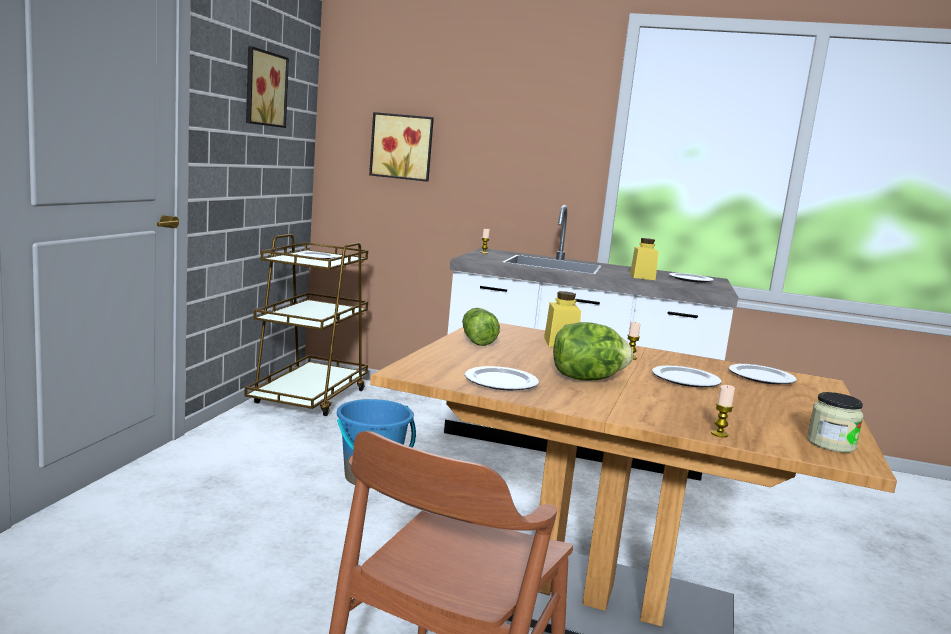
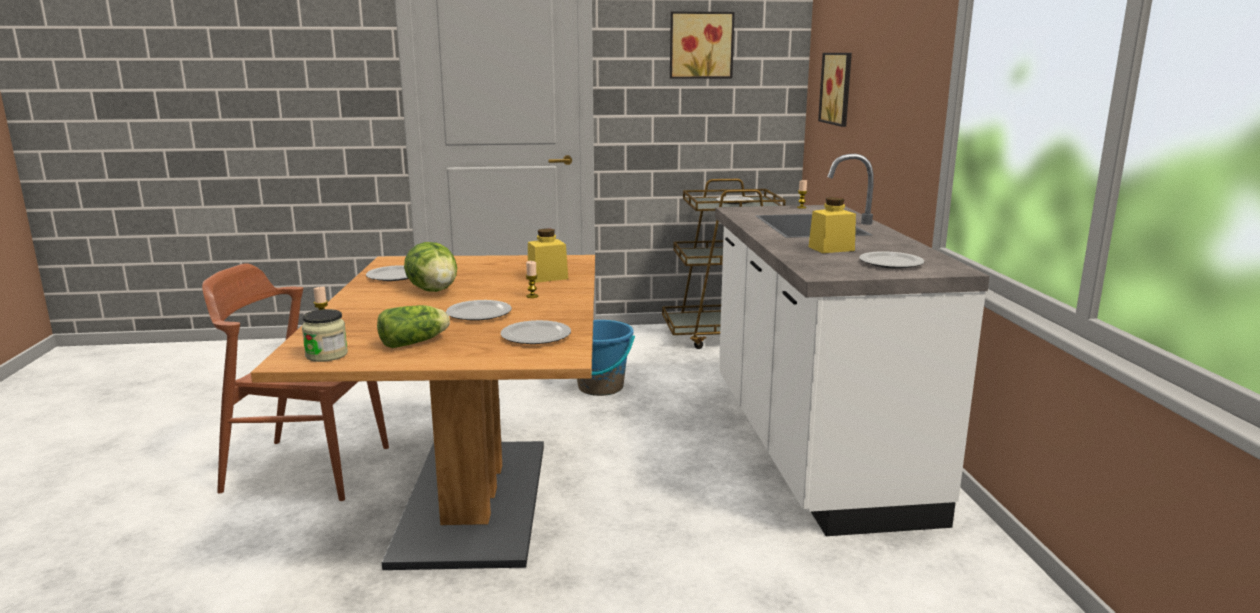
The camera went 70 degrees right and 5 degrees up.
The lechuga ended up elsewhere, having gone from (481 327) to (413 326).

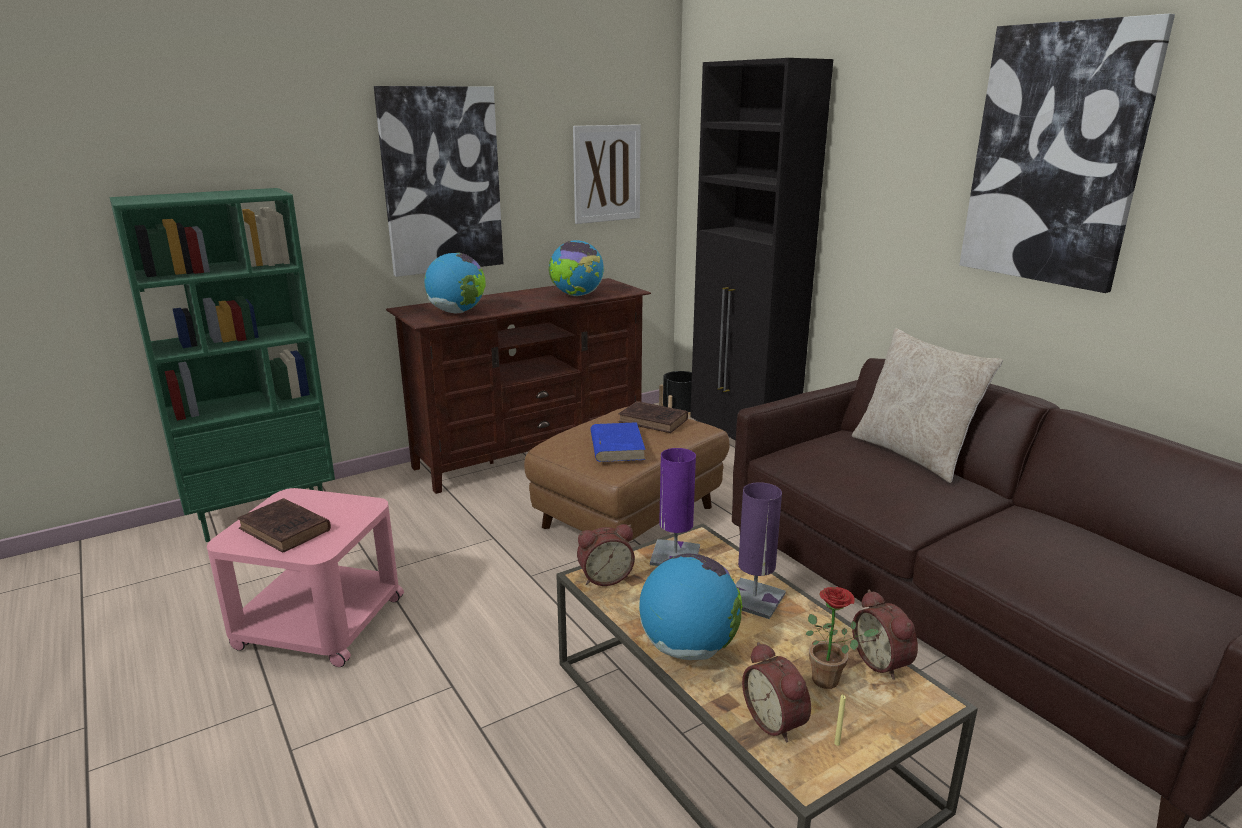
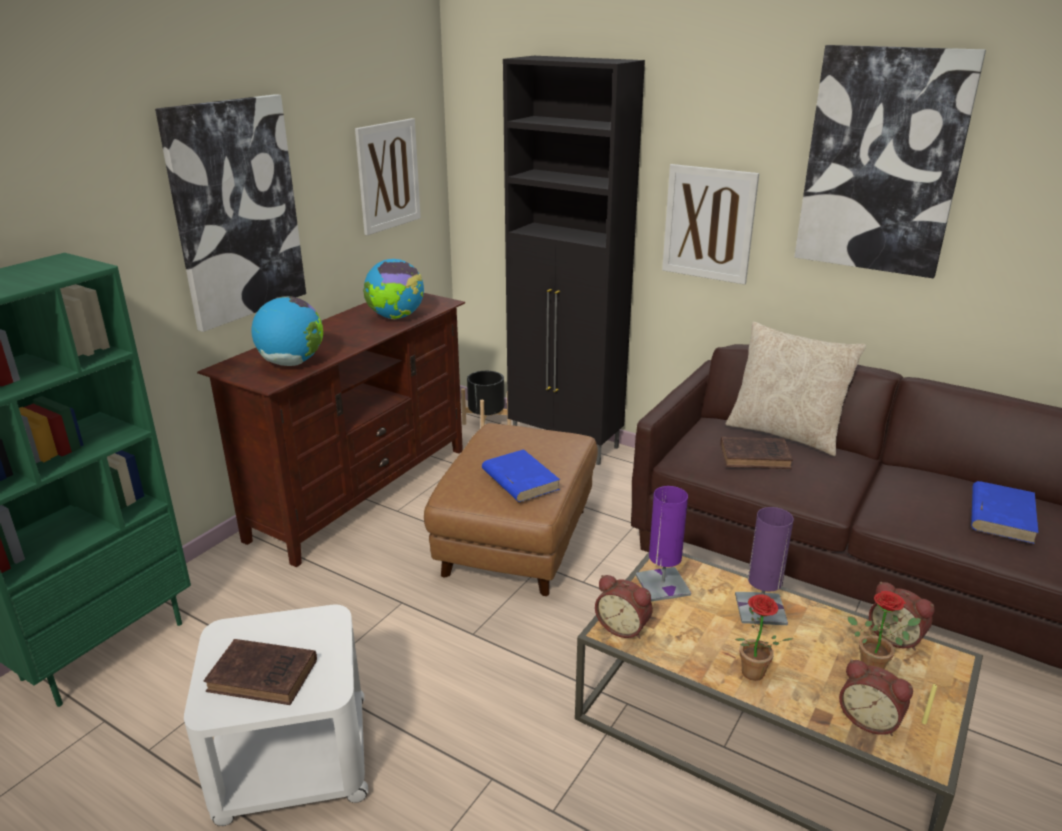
The camera went 25 degrees left and 5 degrees up.
The second view gained the cuadro at (710 224).
The second view gained the libro [azul] at (1005 512).
The libro [marrón] ended up elsewhere, having gone from (653 417) to (756 453).
Where the globo terráqueo stood at (691 607), the planta en maceta came to stand at (764 638).
What was the mesa auxiliar [rosa] at (305 577) turned into the mesa auxiliar [blanco] at (276 715).
The despertador at (606 555) ended up facing another way, 75 degrees clockwise from before.

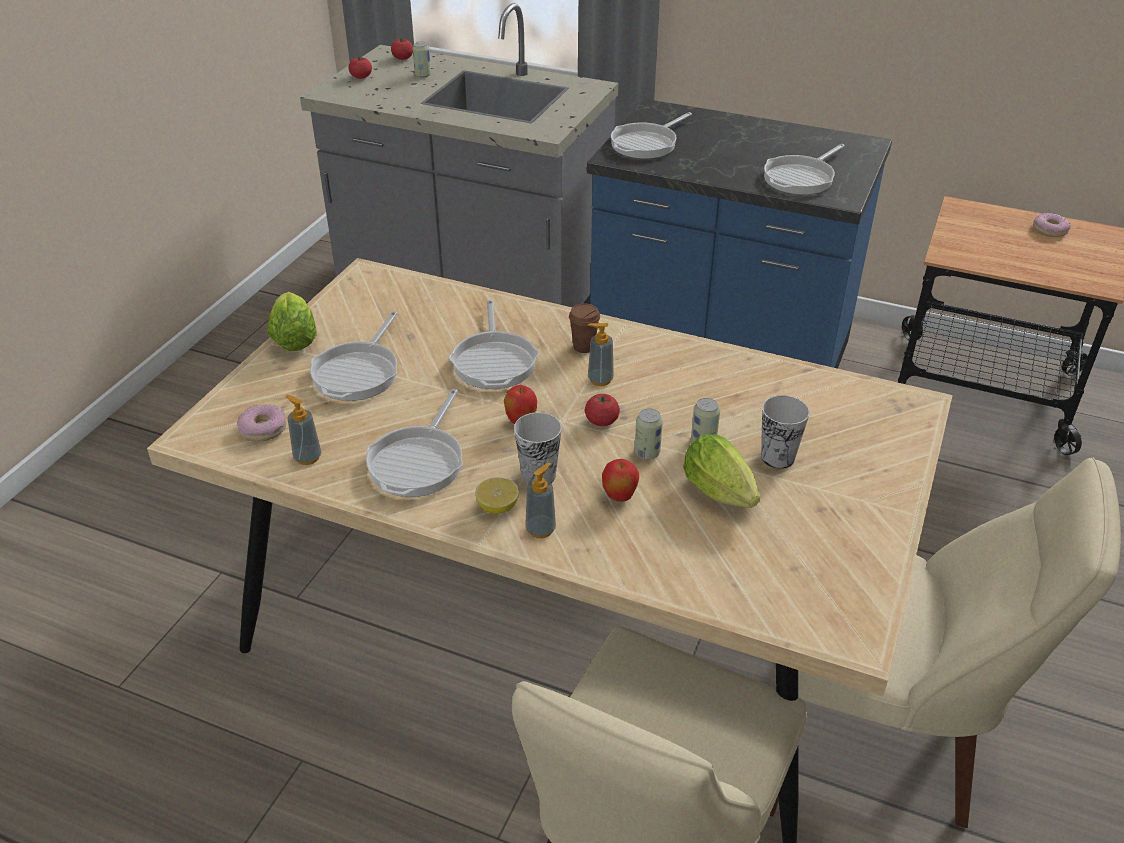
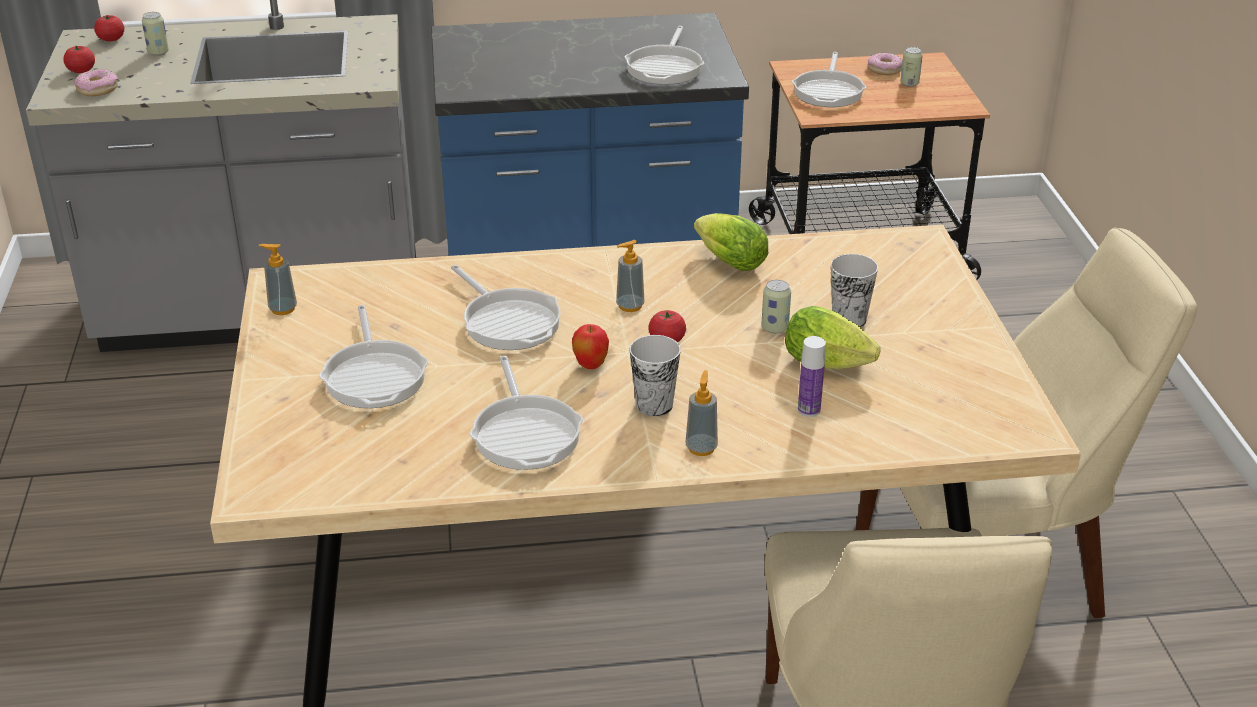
The camera went 30 degrees left and 5 degrees down.
The second view lost the limón at (497 496).
The second view lost the taza [marrón] at (584 328).
The second view lost the manzana at (620 480).
The second view gained the botella at (812 376).
The rosquilla ended up elsewhere, having gone from (261 423) to (96 82).
The lechuga ended up elsewhere, having gone from (292 321) to (731 242).
The dispensador de jabón ended up elsewhere, having gone from (303 430) to (278 279).
The sartén ended up elsewhere, having gone from (651 135) to (829 79).
The lata ended up elsewhere, having gone from (648 434) to (912 67).

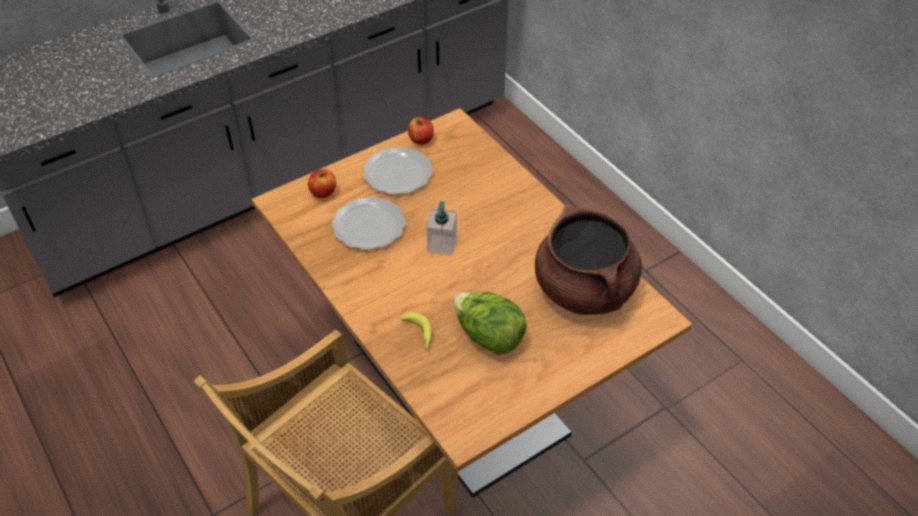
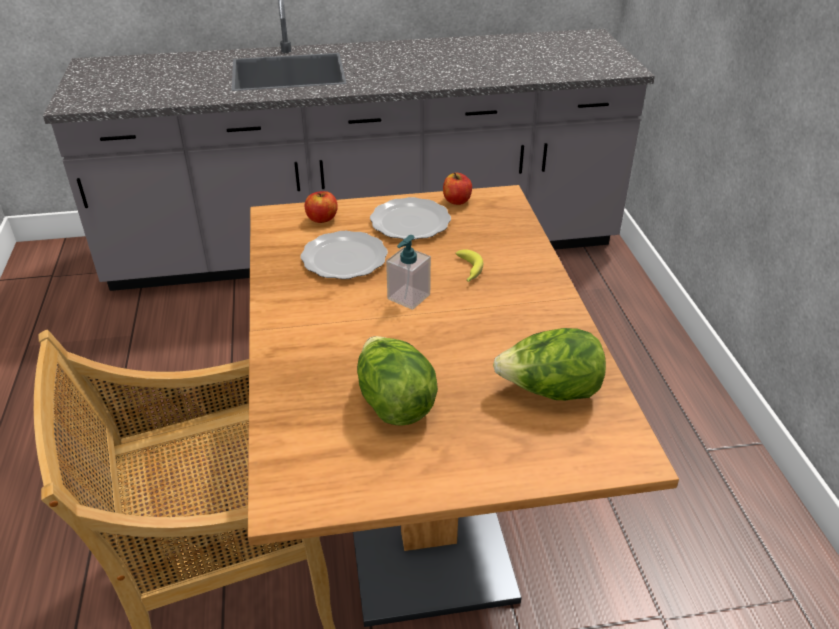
The camera went 25 degrees right and 10 degrees down.
The plátano ended up elsewhere, having gone from (416 331) to (469 265).
Where the olla [marrón] stood at (588 259), the lechuga came to stand at (549 364).

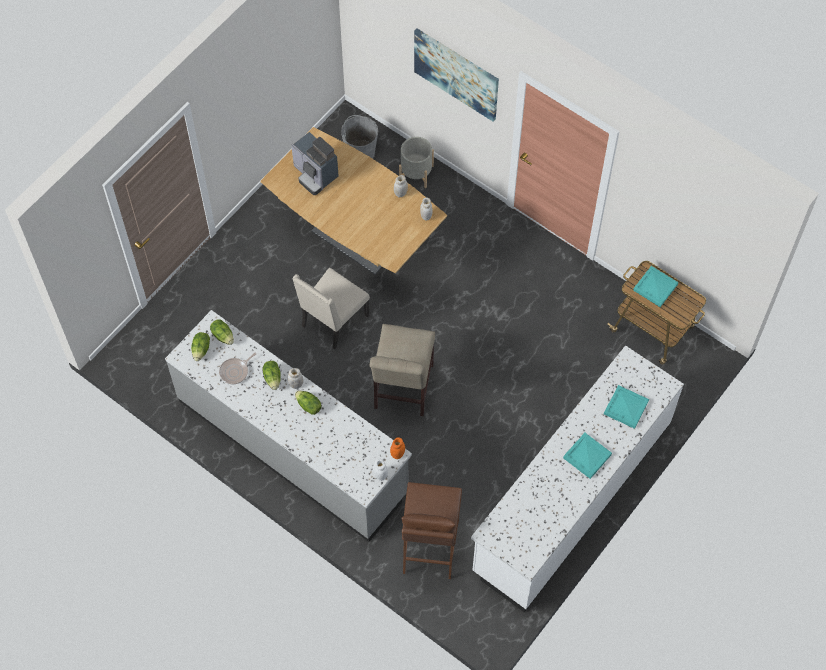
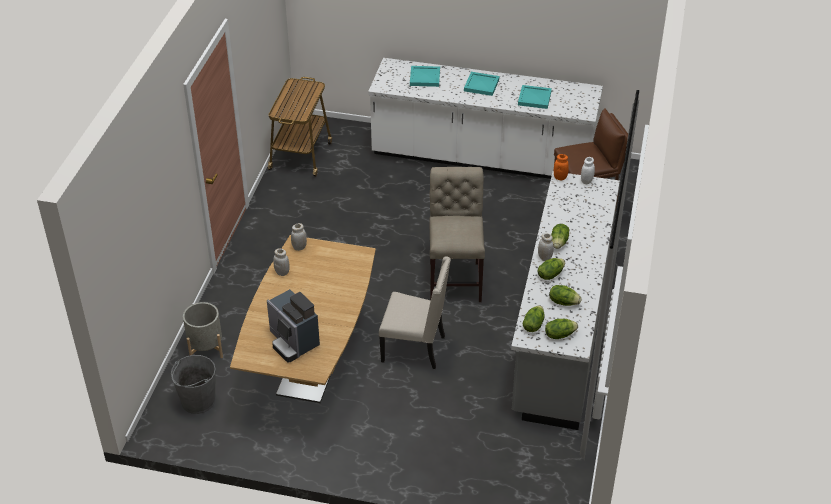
The camera went 115 degrees left and 20 degrees down.
The second view lost the cuadro at (456 75).
The bandeja [turquesa] ended up elsewhere, having gone from (656 286) to (535 97).
Where the sartén stood at (238 368), the lechuga came to stand at (565 295).
The cafetera at (315 163) ended up facing another way, 120 degrees clockwise from before.
The silla [beis] at (402 370) ended up facing another way, 75 degrees counterclockwise from before.

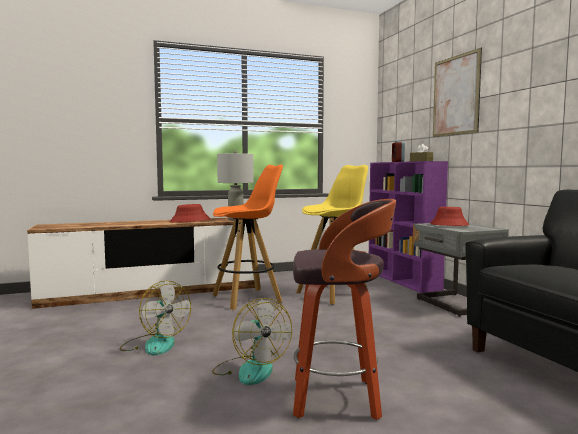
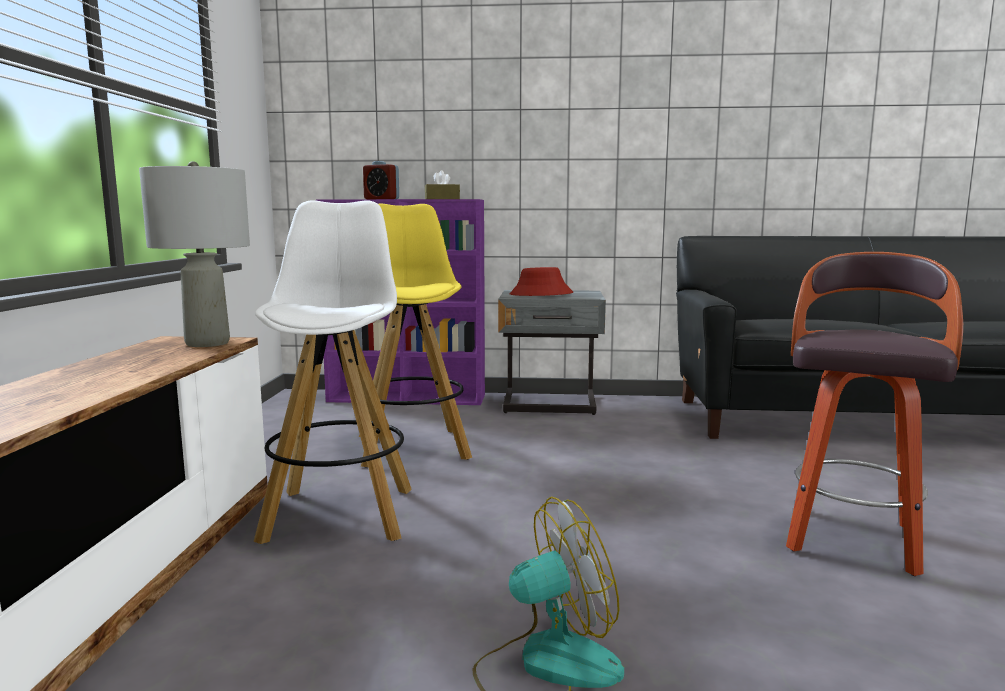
The camera went 65 degrees left and 5 degrees up.
The second view lost the sombrero [rojo] at (190 213).
The second view lost the ventilador at (252 341).
The second view lost the cuadro at (457 92).
What was the taburete [naranja] at (247 237) turned into the taburete [blanco] at (333 372).

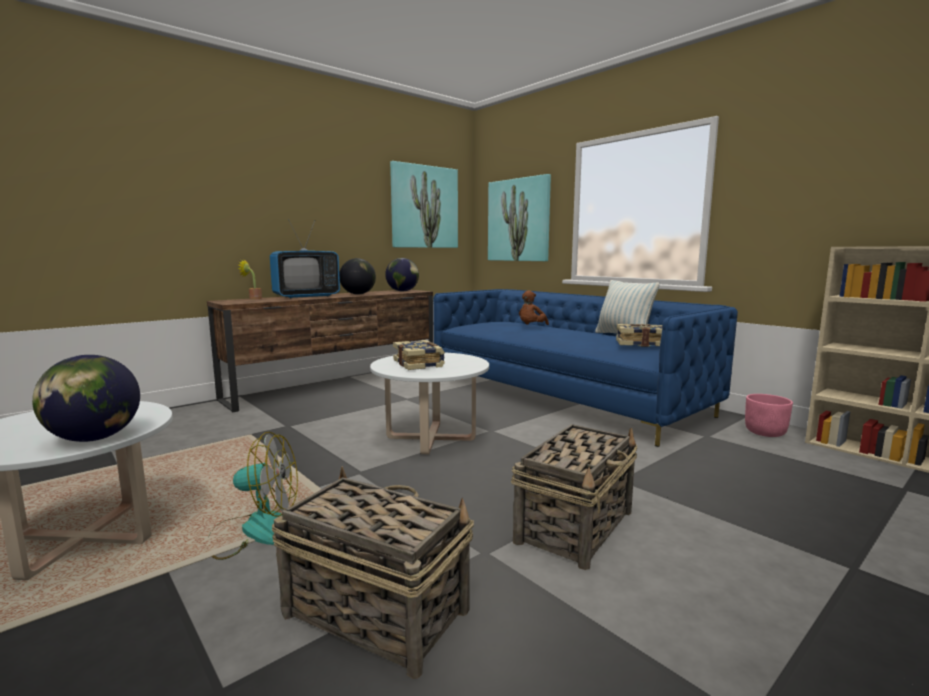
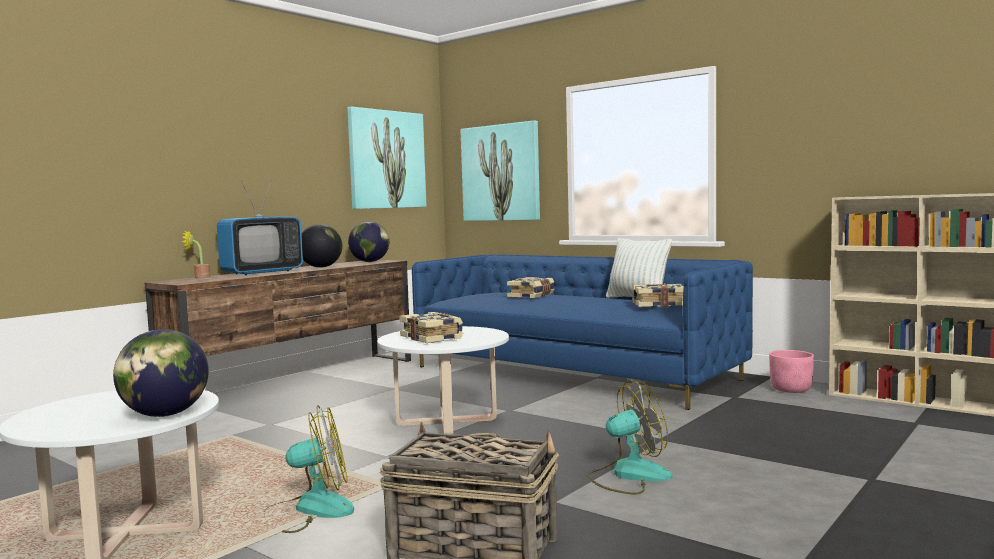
The camera went 10 degrees left and 5 degrees down.
Where the cesta stood at (574 497), the ventilador came to stand at (629 437).
Where the peluche [marrón] stood at (534 307), the libro came to stand at (530 287).

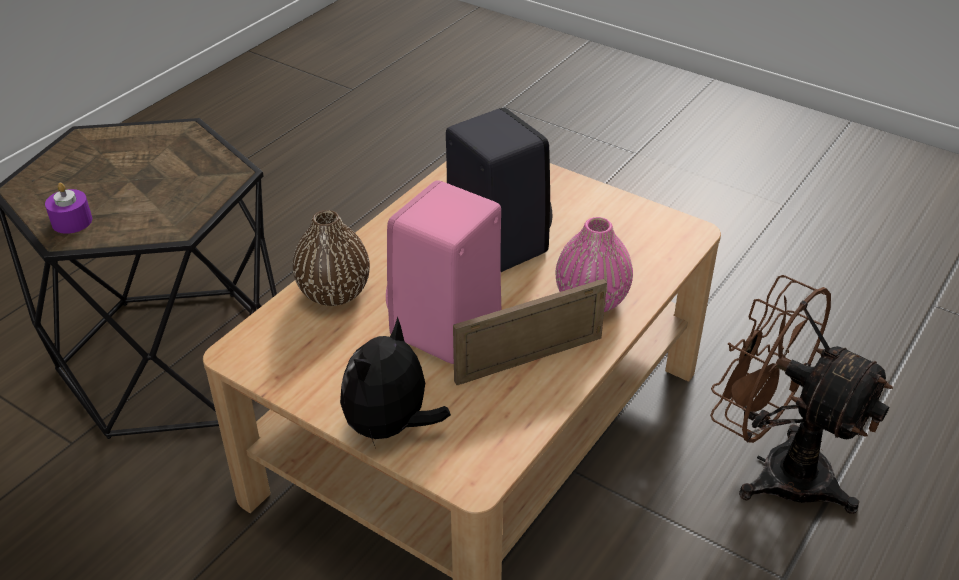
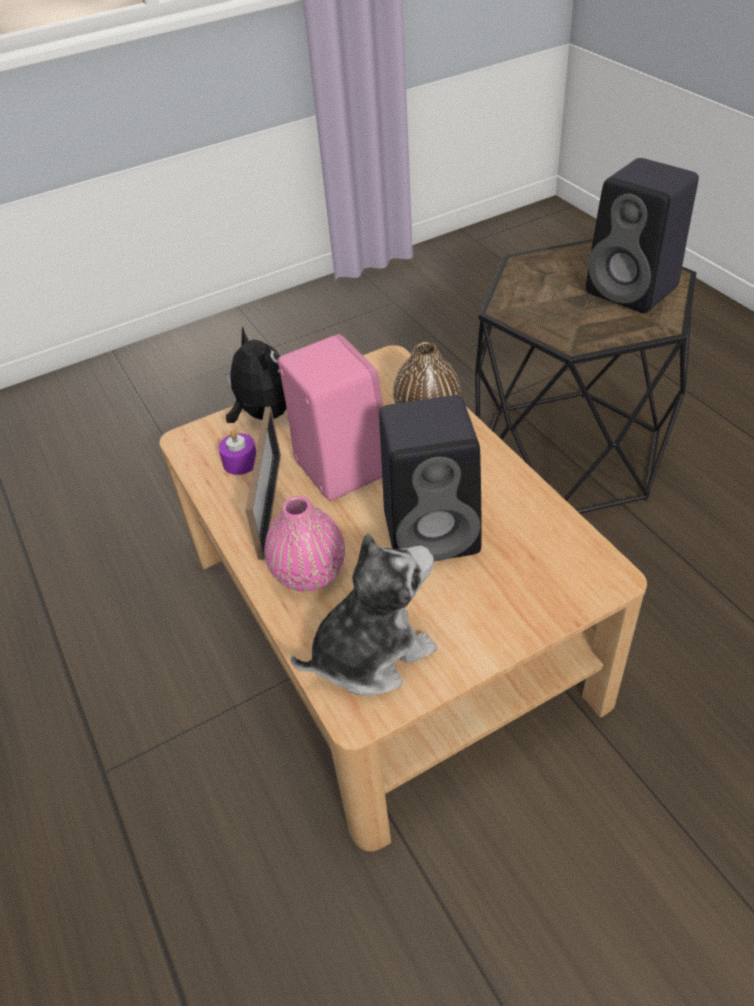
The camera went 120 degrees right and 5 degrees up.
The second view lost the ventilador [marrón] at (801 394).
The second view gained the peluche at (363 614).
The second view gained the altavoz [negro] at (642 235).
The vela [morado] ended up elsewhere, having gone from (68 208) to (237 452).

